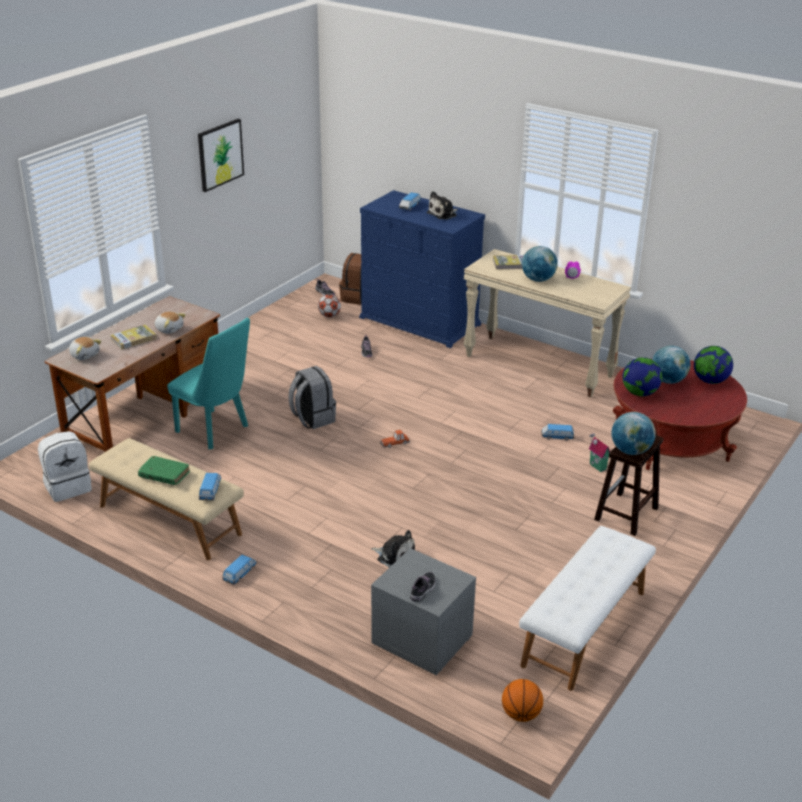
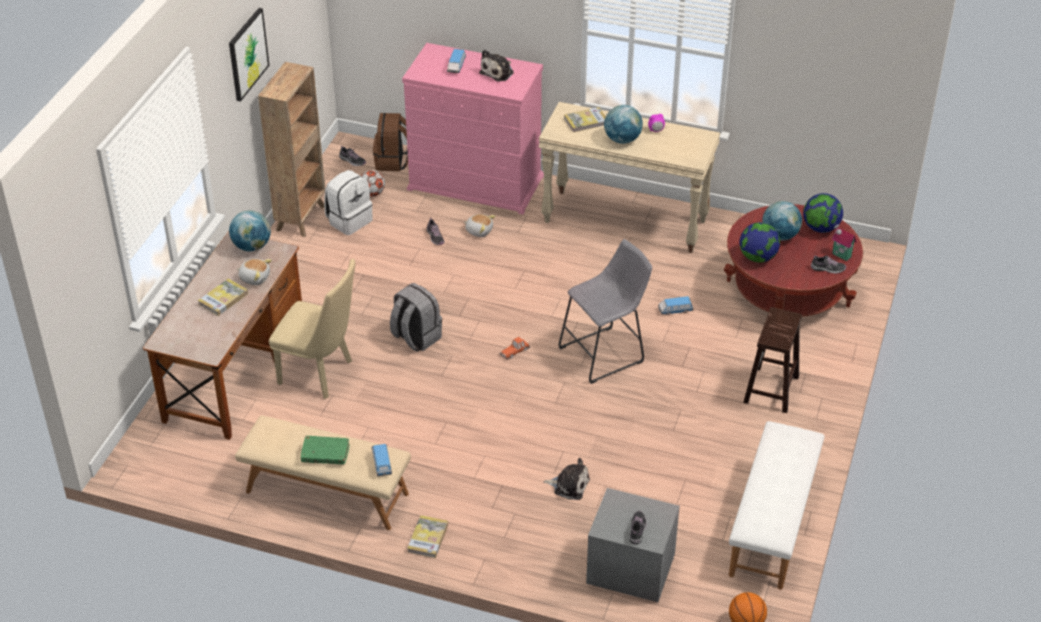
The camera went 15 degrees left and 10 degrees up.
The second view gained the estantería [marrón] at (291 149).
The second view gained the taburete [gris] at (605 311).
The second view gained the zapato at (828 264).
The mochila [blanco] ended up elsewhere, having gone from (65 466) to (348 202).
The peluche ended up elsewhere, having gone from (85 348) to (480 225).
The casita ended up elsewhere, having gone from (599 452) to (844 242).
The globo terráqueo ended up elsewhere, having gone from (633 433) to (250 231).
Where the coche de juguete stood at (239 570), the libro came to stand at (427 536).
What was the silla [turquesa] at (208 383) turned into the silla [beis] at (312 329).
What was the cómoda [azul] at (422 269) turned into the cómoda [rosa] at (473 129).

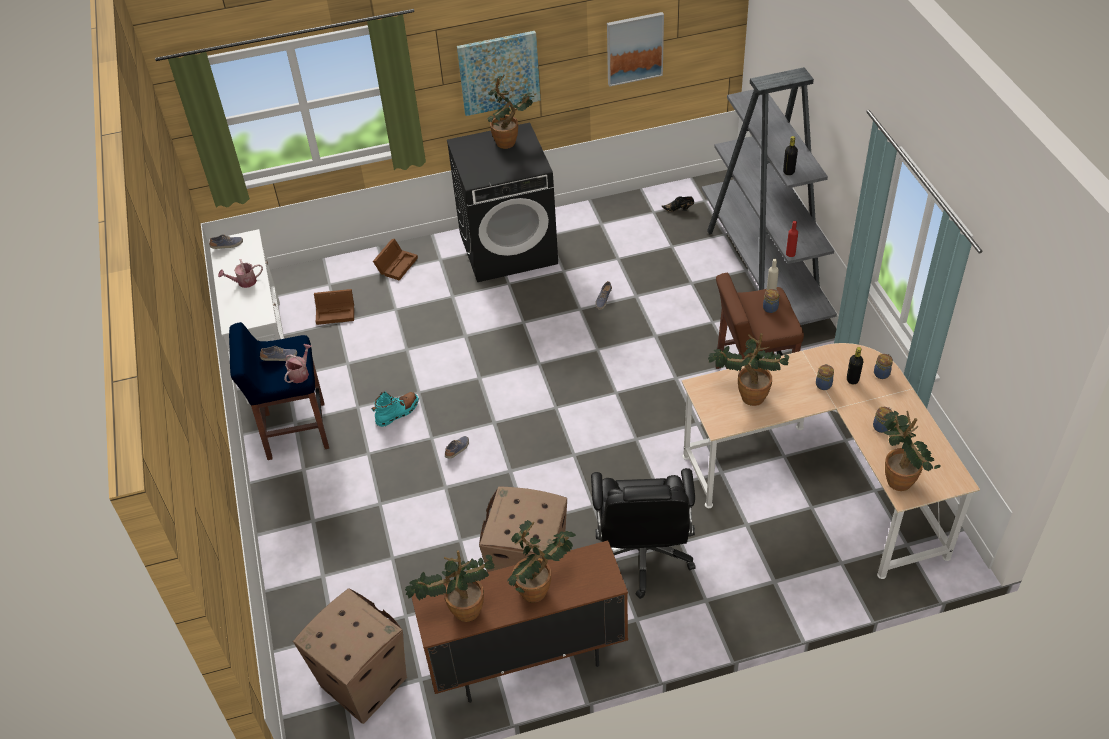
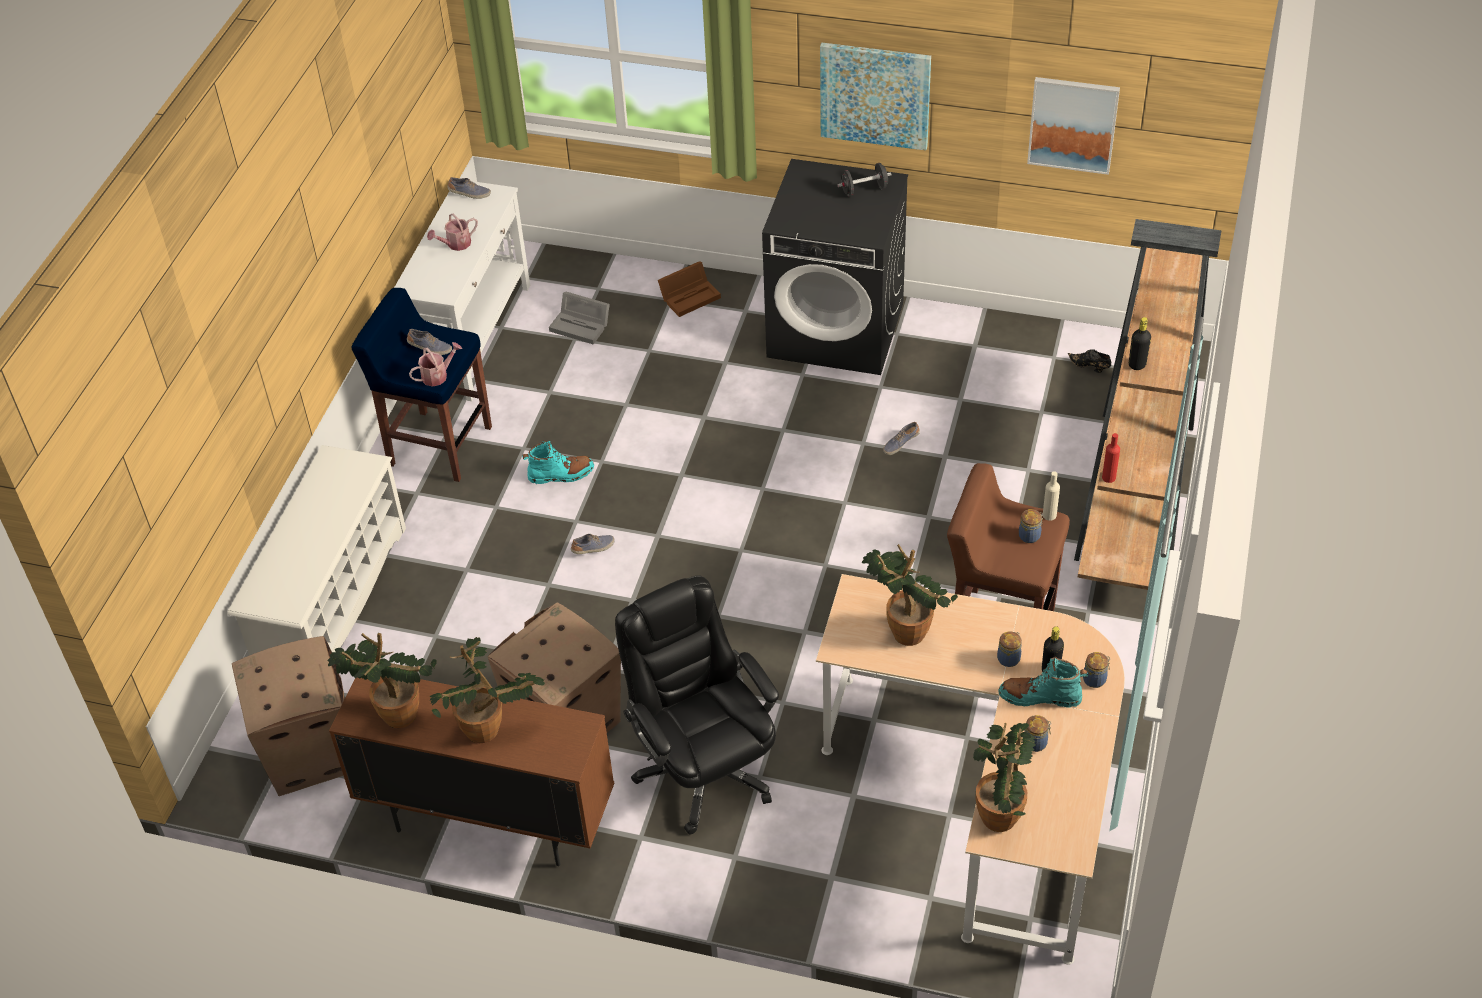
The camera went 30 degrees right and 0 degrees up.
The second view gained the zapatero [blanco] at (316 550).
The second view gained the bota [turquesa] at (1043 682).
Where the planta en maceta stood at (511 111), the mancuerna [negro] came to stand at (865 180).
What was the caja de almacenaje [marrón] at (334 307) turned into the caja de almacenaje [gris] at (579 317).
What was the estantería [gris] at (769 196) turned into the estantería [marrón] at (1148 404).
The regadera at (240 273) ended up facing another way, 45 degrees counterclockwise from before.
The silla de oficina [negro] at (643 533) ended up facing another way, 120 degrees clockwise from before.

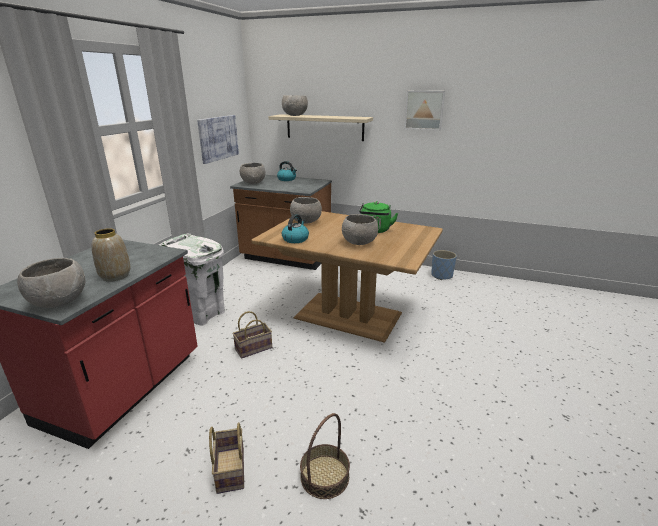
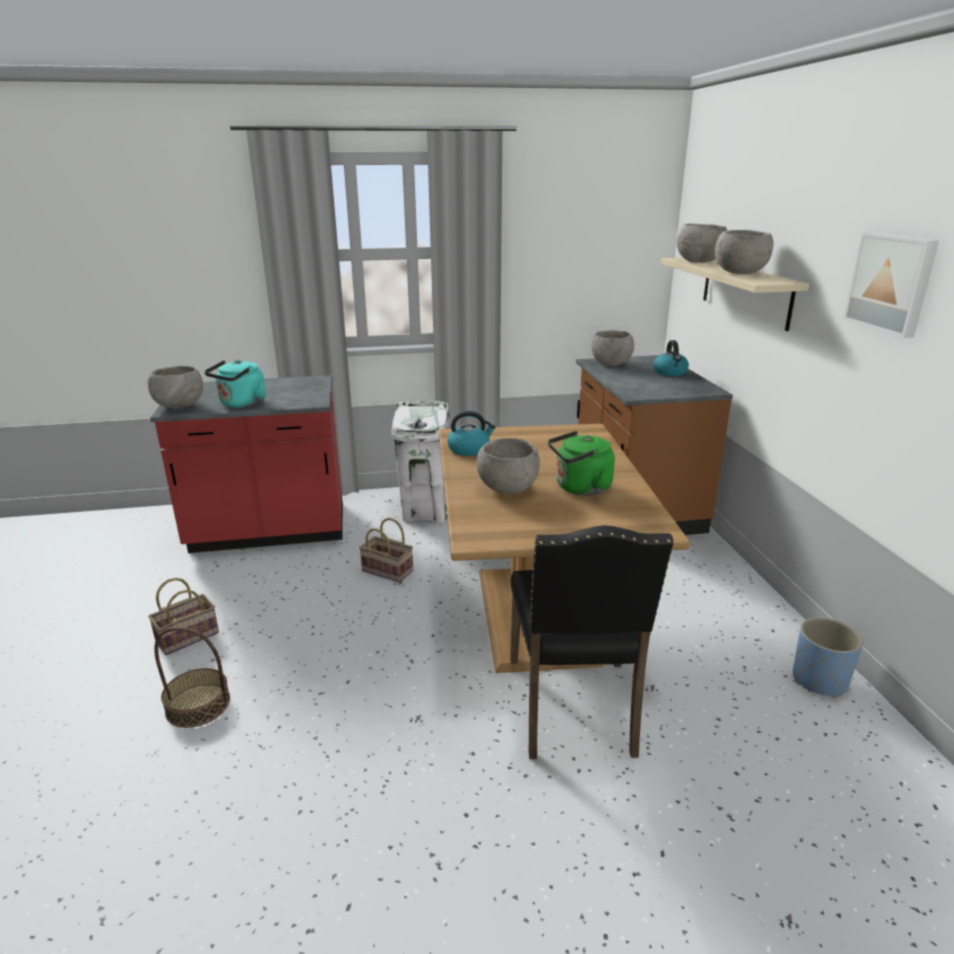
The camera went 60 degrees right and 0 degrees up.
The second view lost the cuadro at (218 139).
The second view gained the silla [negro] at (592 642).
The cuenco [gris] ended up elsewhere, having gone from (306 210) to (744 252).
Where the florero stood at (111 255), the hervidor [turquesa] came to stand at (235 384).

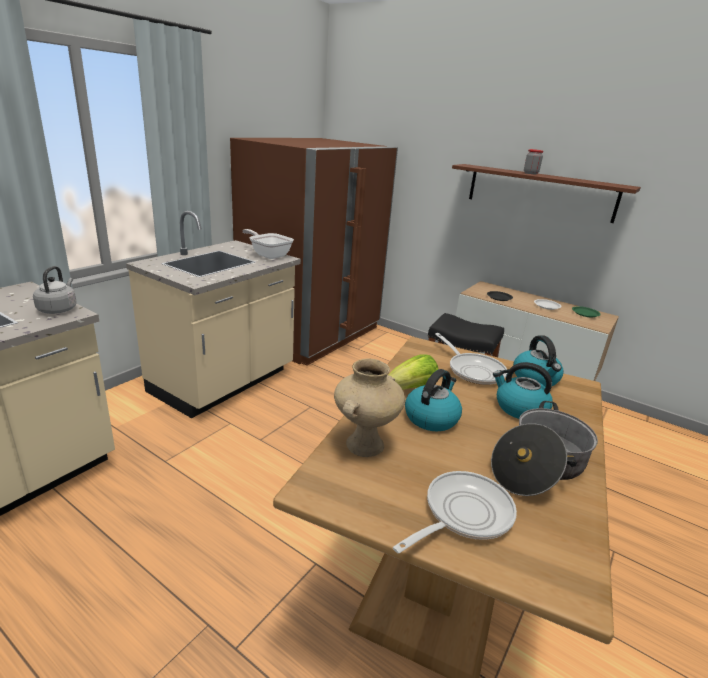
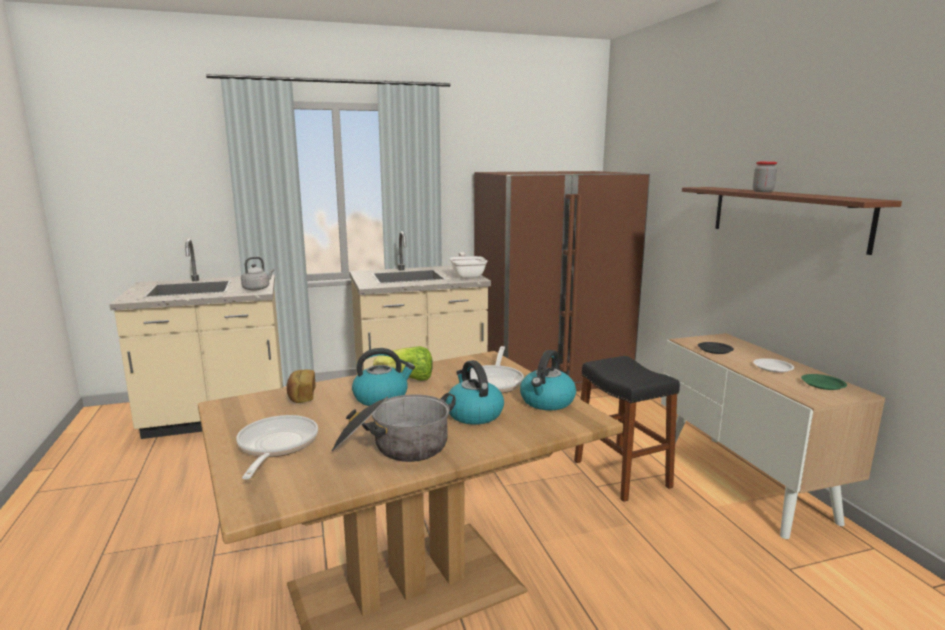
The camera went 40 degrees right and 10 degrees down.
Where the florero [beis] stood at (369 407), the pan came to stand at (301 386).
The sartén at (455 512) ended up facing another way, 90 degrees counterclockwise from before.

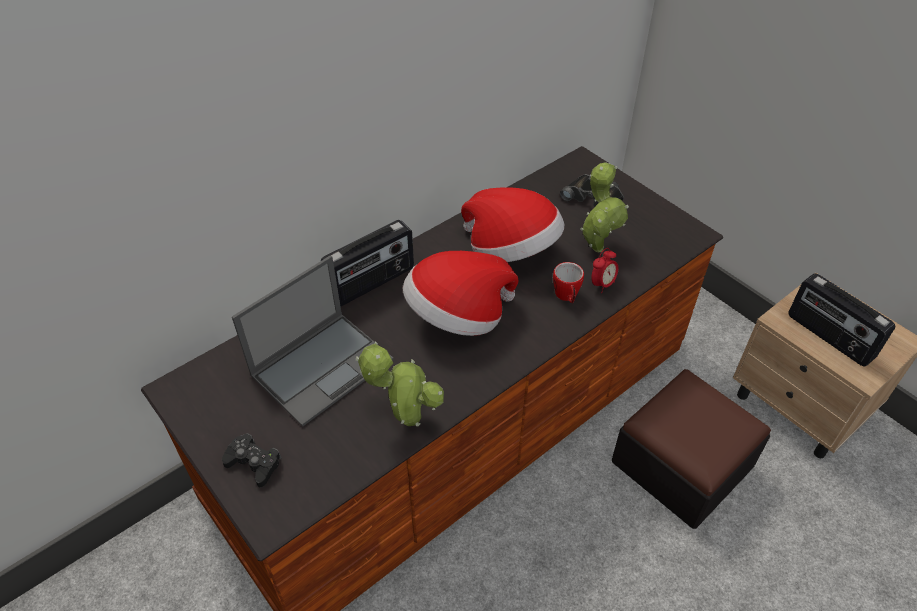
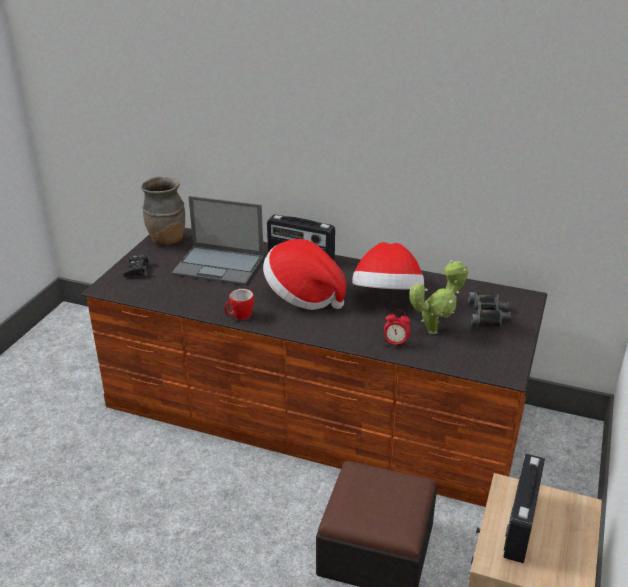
The camera went 60 degrees right and 15 degrees down.
The second view lost the planta en maceta at (400 383).
The second view gained the florero [marrón] at (163 211).
The taza grande ended up elsewhere, having gone from (568 282) to (239 304).

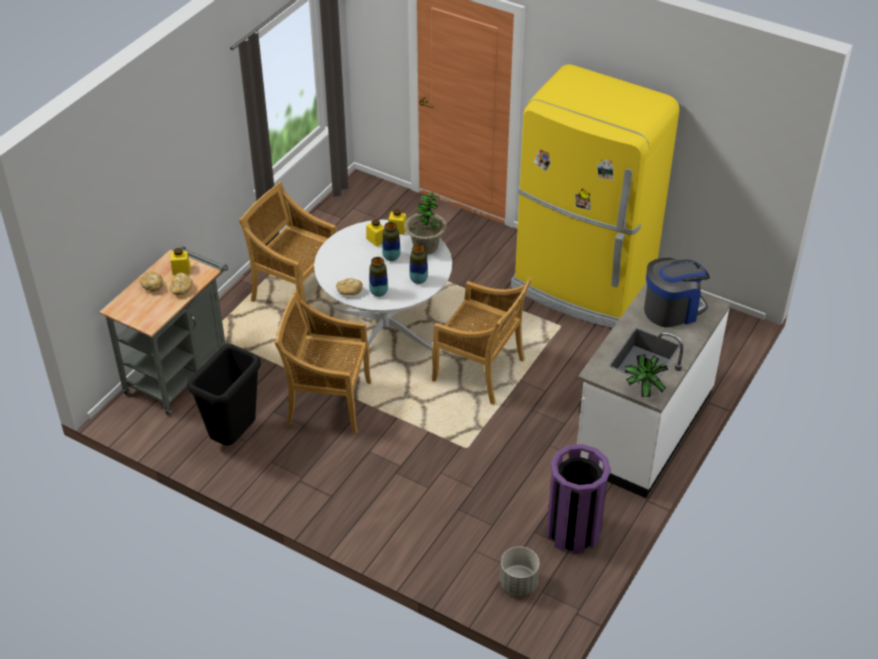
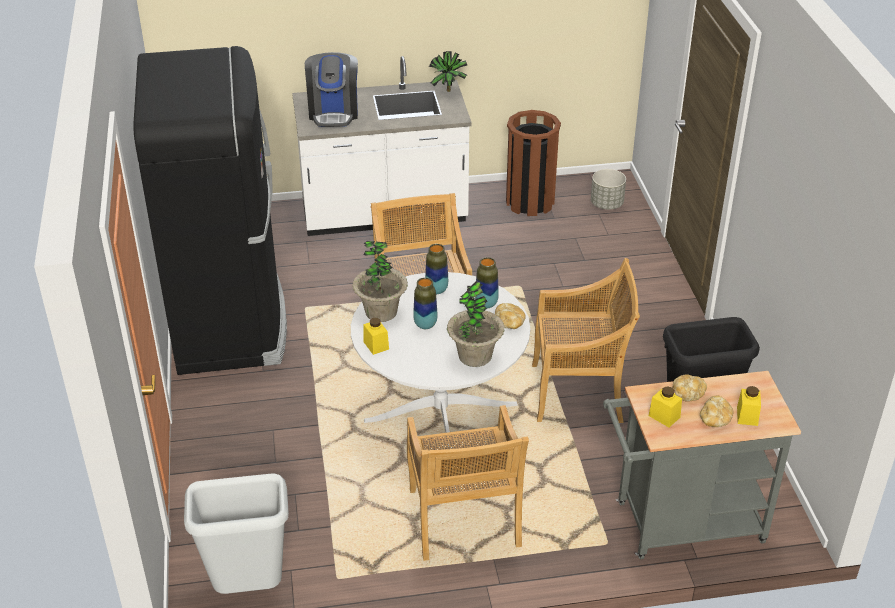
The camera went 130 degrees left and 5 degrees down.
The second view gained the papelera [gris] at (236 533).
The second view gained the planta en maceta at (476 324).
The tarro [amarillo] ended up elsewhere, having gone from (375 233) to (749 406).
What was the nevera [amarillo] at (595 196) turned into the nevera [negro] at (210 210).
What was the papelera [morado] at (579 499) turned into the papelera [marrón] at (533 163).
The silla [beis] at (323 362) ended up facing another way, 60 degrees counterclockwise from before.
The cafetera at (677 292) ended up facing another way, 120 degrees counterclockwise from before.

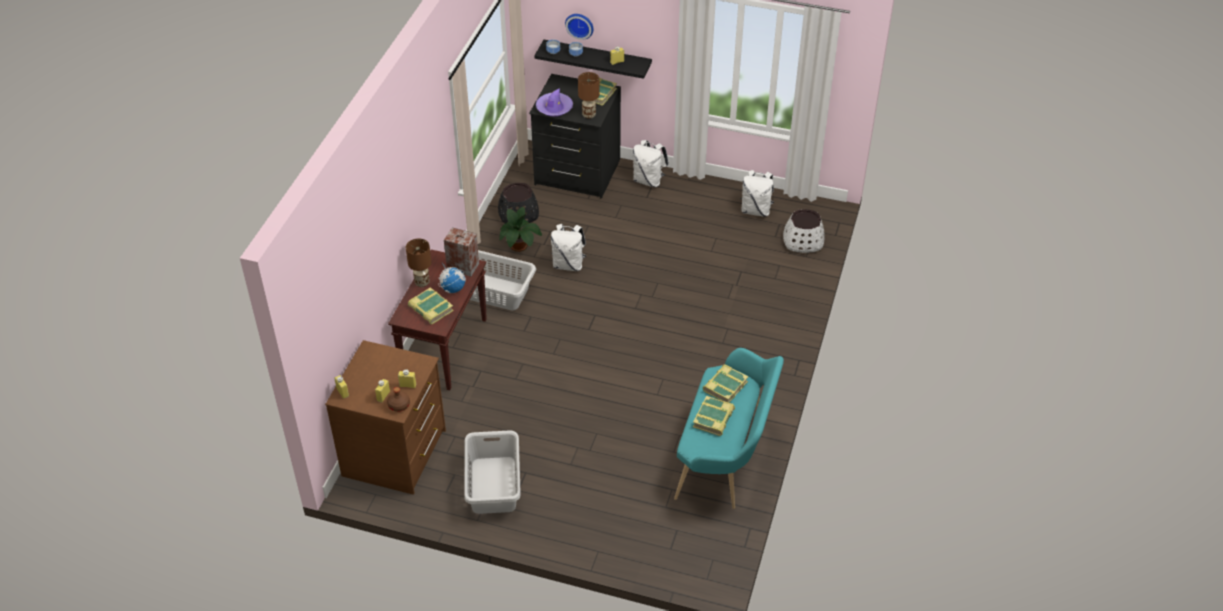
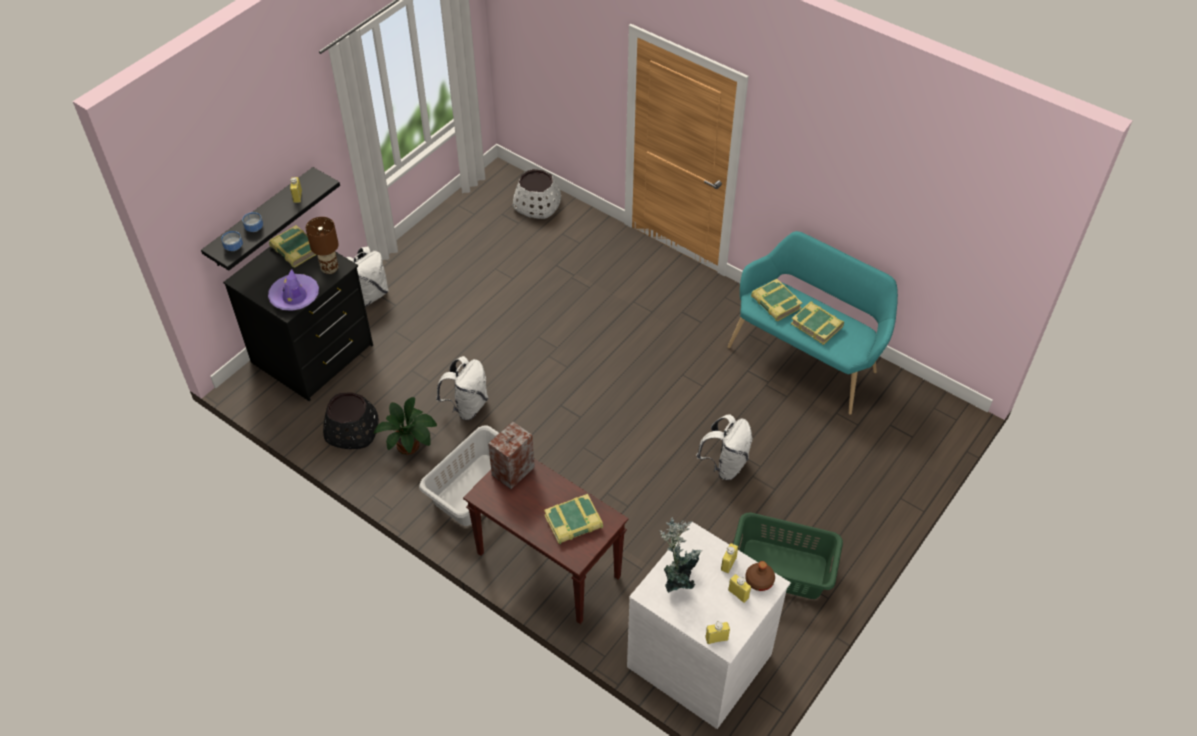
The camera went 70 degrees left and 5 degrees up.
The second view lost the lámpara de mesa [marrón] at (418 262).
The second view lost the globo terráqueo at (452 278).
The second view lost the reloj de pared at (579 27).
The second view gained the planta en maceta at (680 555).
The mochila [blanco] ended up elsewhere, having gone from (757 193) to (725 447).
What was the cómoda [marrón] at (385 417) turned into the cómoda [blanco] at (709 625).
What was the cesto de la ropa [gris] at (492 472) turned into the cesto de la ropa [verde] at (788 555).

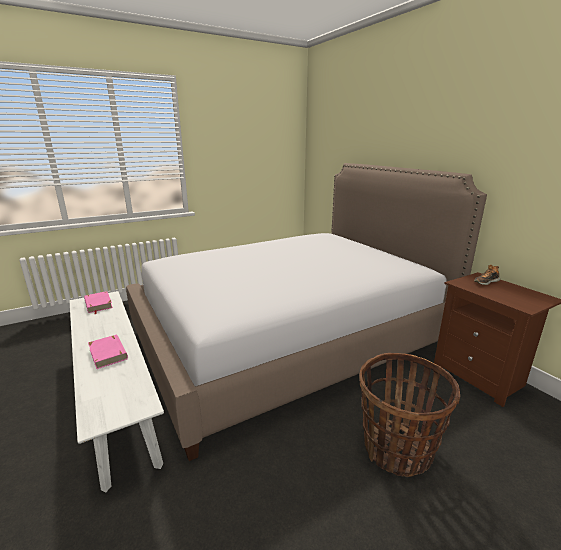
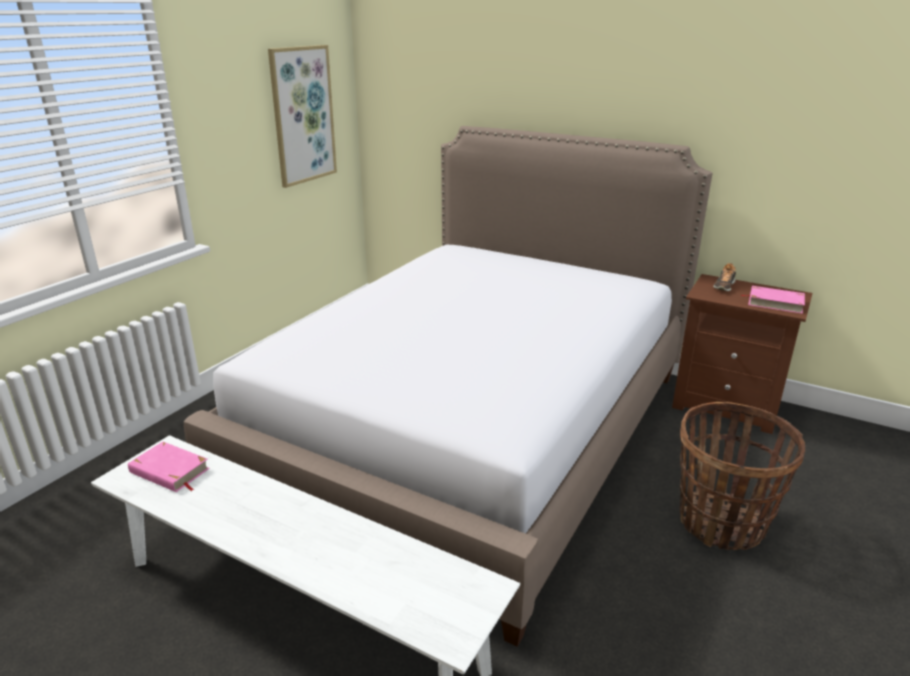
The camera went 30 degrees left and 5 degrees up.
The second view gained the cuadro at (302 116).
The libro [rosa] ended up elsewhere, having gone from (108 351) to (772 300).

